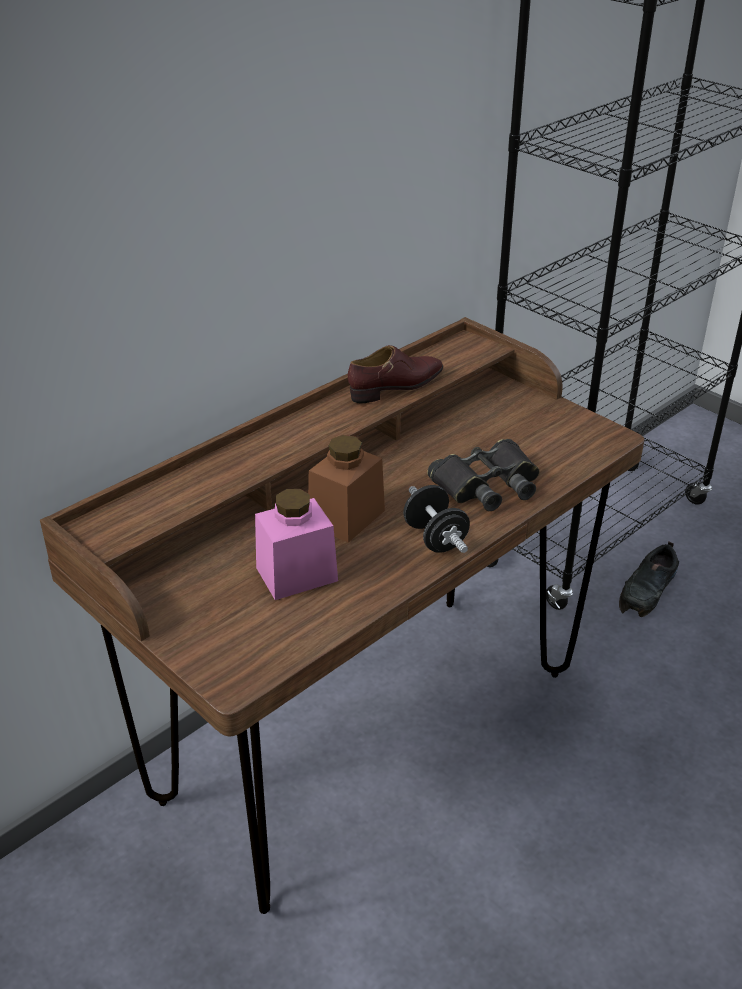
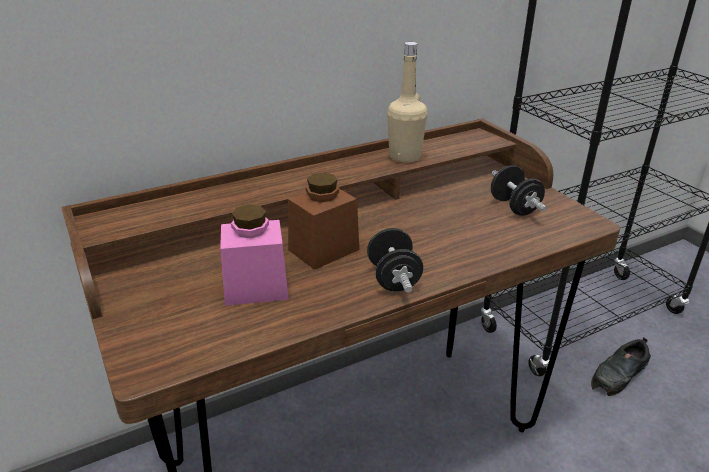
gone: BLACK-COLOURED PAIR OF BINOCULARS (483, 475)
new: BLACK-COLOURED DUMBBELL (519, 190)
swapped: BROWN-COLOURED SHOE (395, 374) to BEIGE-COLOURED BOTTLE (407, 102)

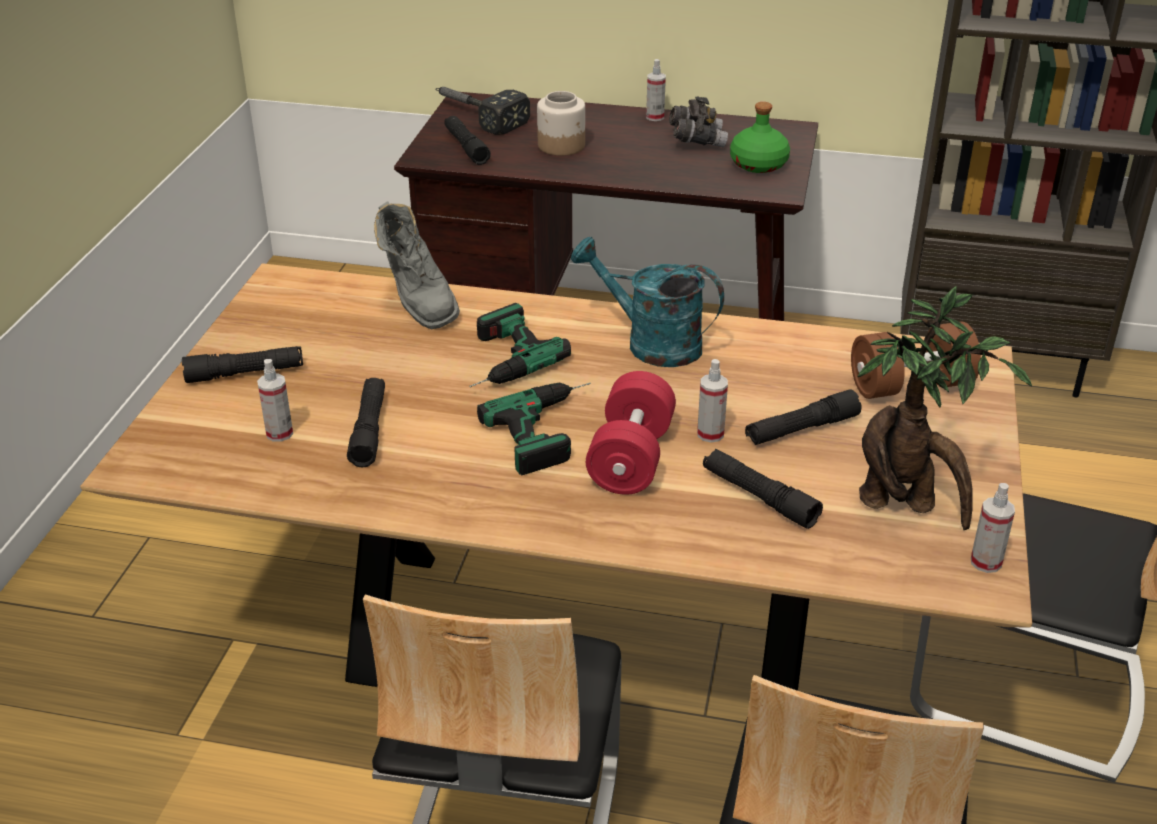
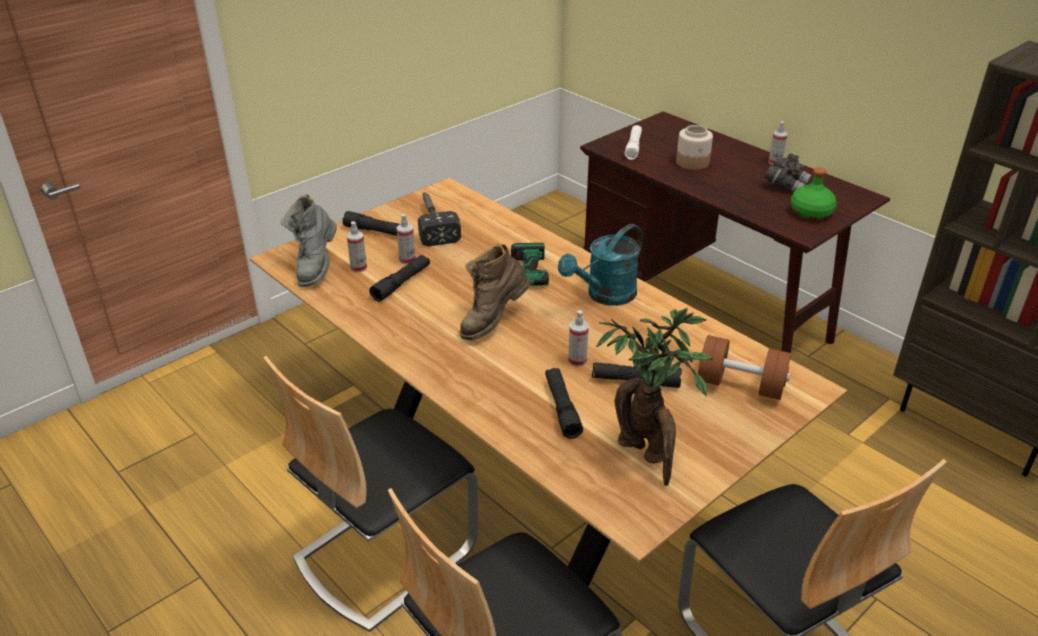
gone: RED DUMBBELL (631, 433)
shifted: GRAY TALL BOOT (417, 265) to (309, 240); TOOL HAMMER (482, 111) to (439, 219); SPRAY BOTTLE (993, 528) to (406, 239)
swapped: ELECTRIC DRILL (534, 428) to BROWN-COLOURED TALL BOOT (495, 292)
repainted: BLACK-COLOURED TORCH (467, 140) to WHITE TORCH (633, 142)
rotated: TURQUOISE SPRINKLING CAN (647, 302) = (600, 265) 105 degrees counterclockwise

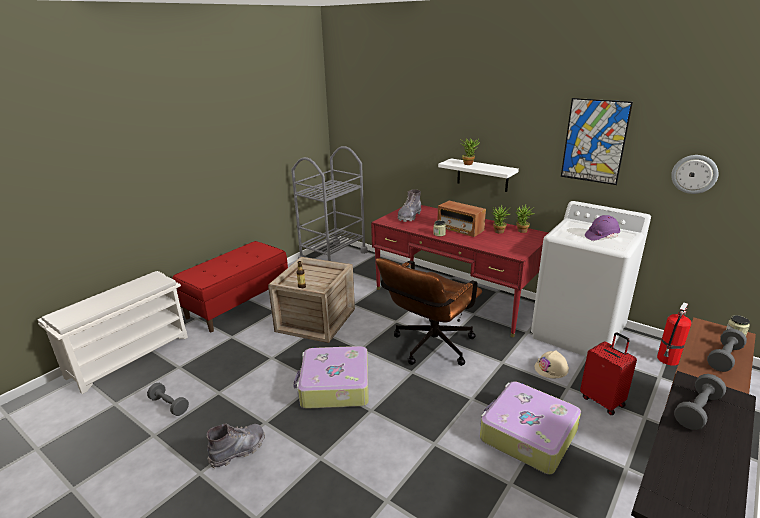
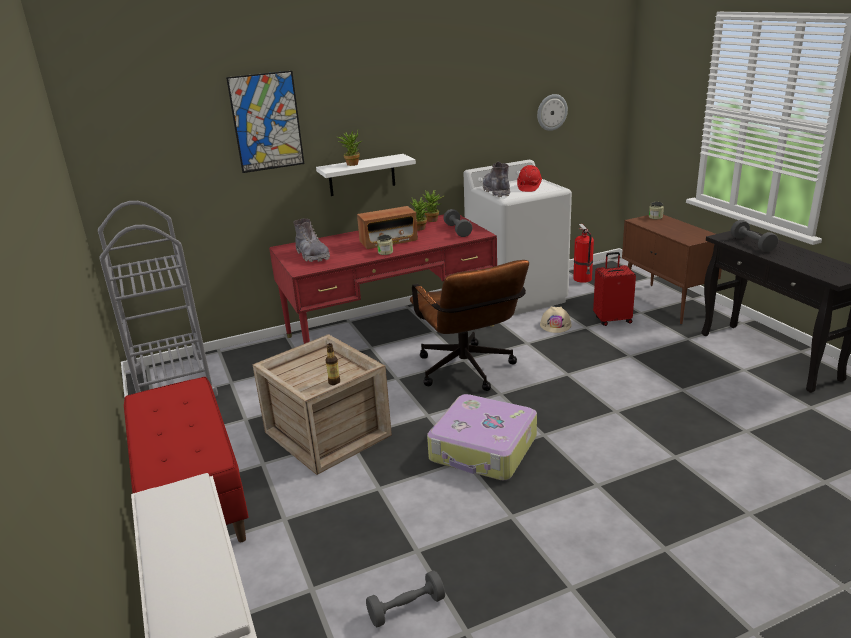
gone: PIECE OF LUGGAGE (530, 427)
shifted: GRAY TALL BOOT (235, 446) to (496, 179); PICTURE (597, 141) to (265, 122); GRAY DUMBBELL (727, 350) to (458, 223)
repainted: PURPLISH HARD HAT (602, 228) to RED HARD HAT (529, 178)

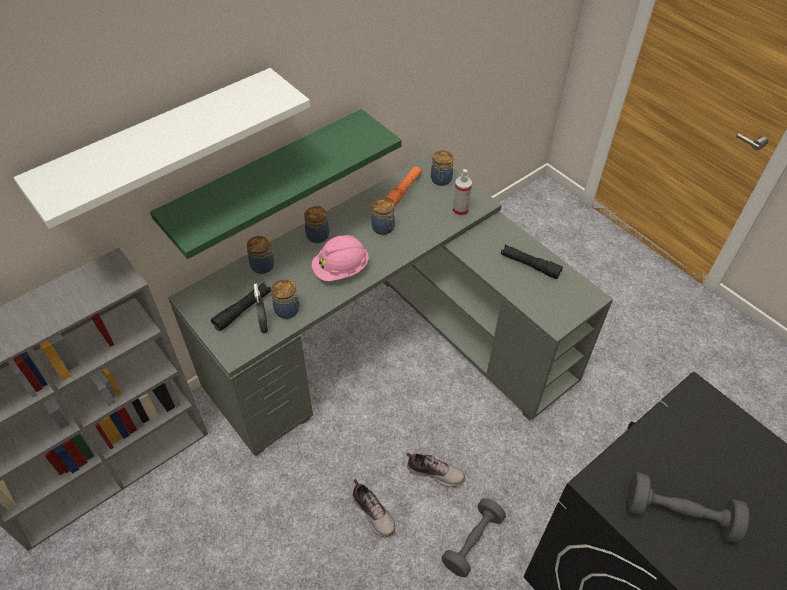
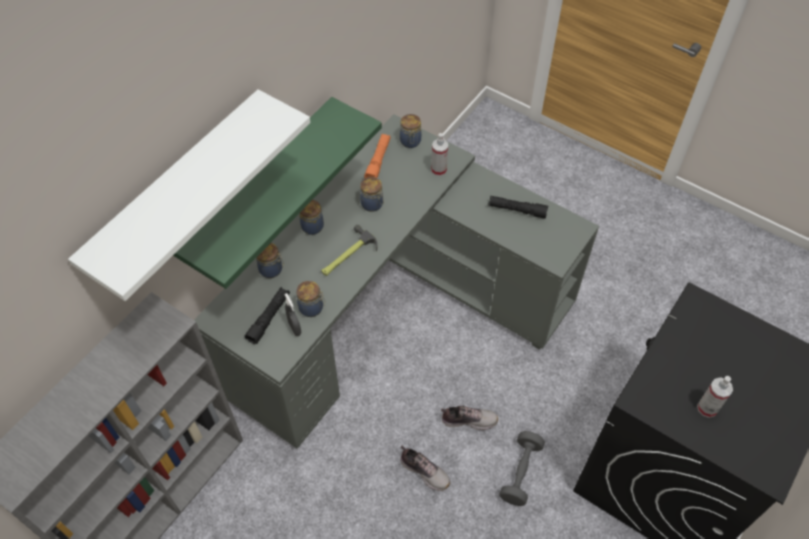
swapped: PINKISH HARD HAT (340, 258) to TOOL HAMMER (349, 250); GRAY DUMBBELL (688, 508) to SPRAY BOTTLE (715, 397)

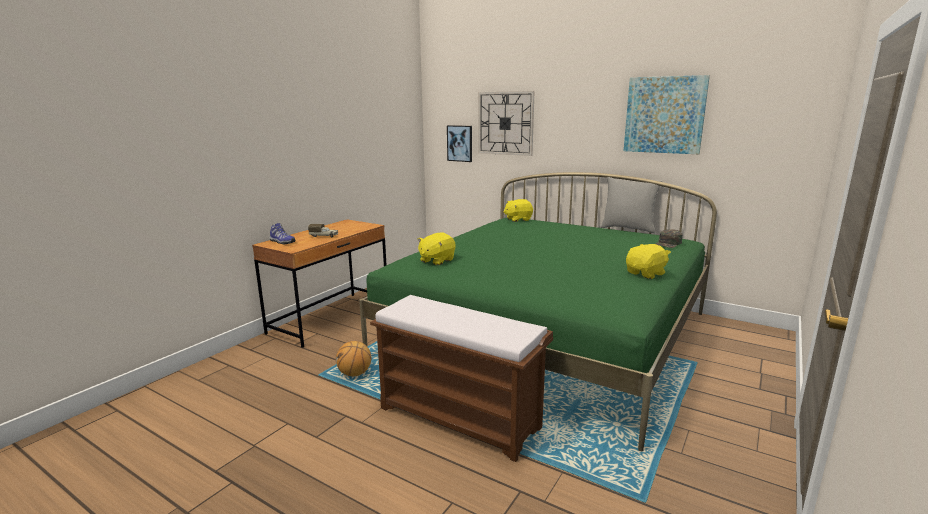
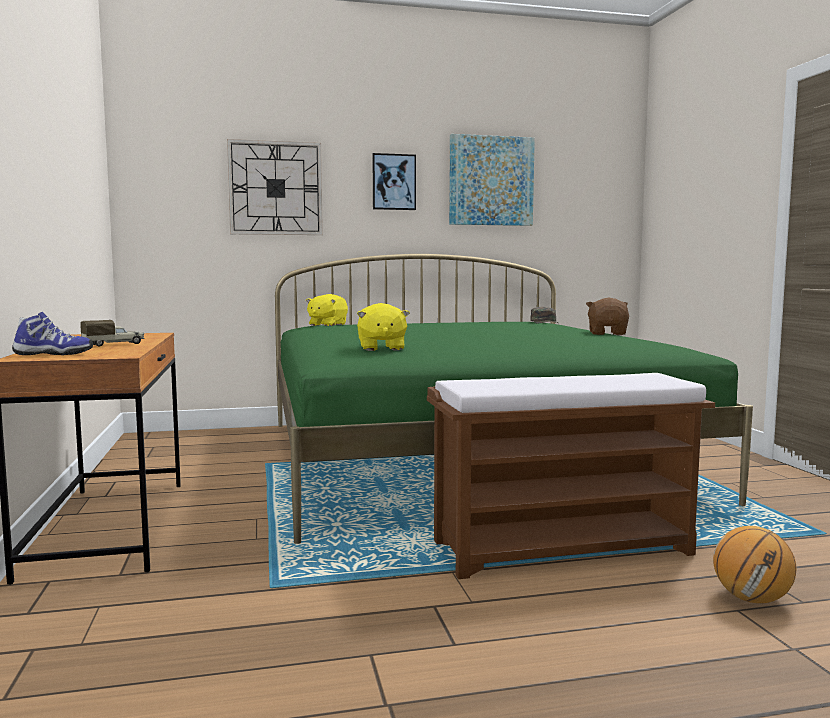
gone: GRAY THROW PILLOW (631, 205)
shifted: BALL FOR BASKETBALL (353, 358) to (754, 564); PICTURE (459, 143) to (394, 181)
repainted: YELLOW SOFT TOY (648, 261) to BROWN-COLOURED SOFT TOY (607, 316)

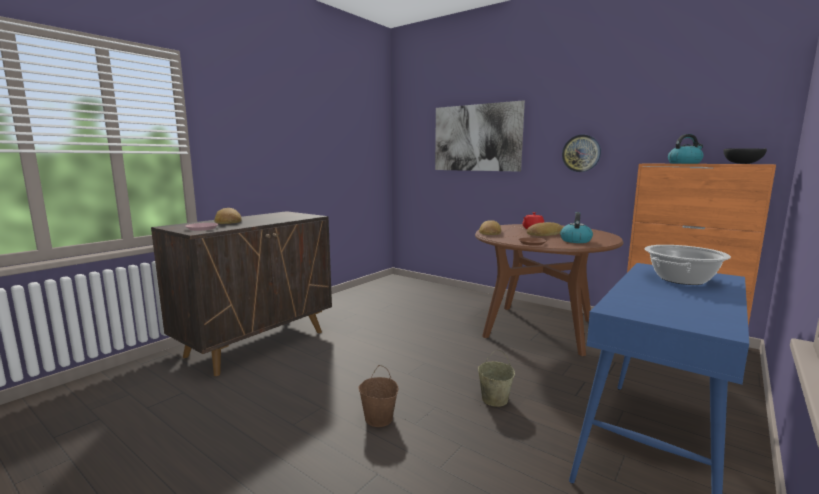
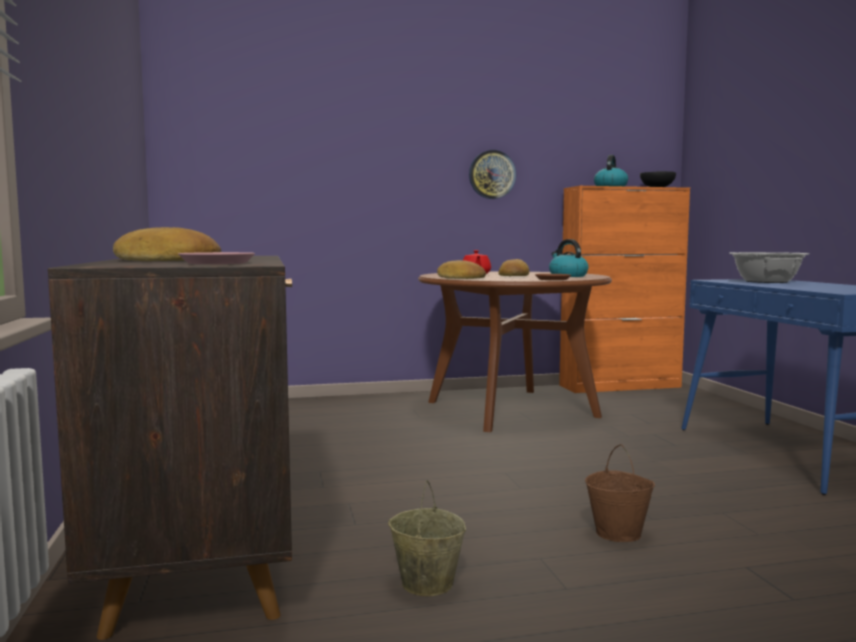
gone: PICTURE (480, 136)
shifted: BEIGE-COLOURED PAIL (496, 378) to (427, 538)

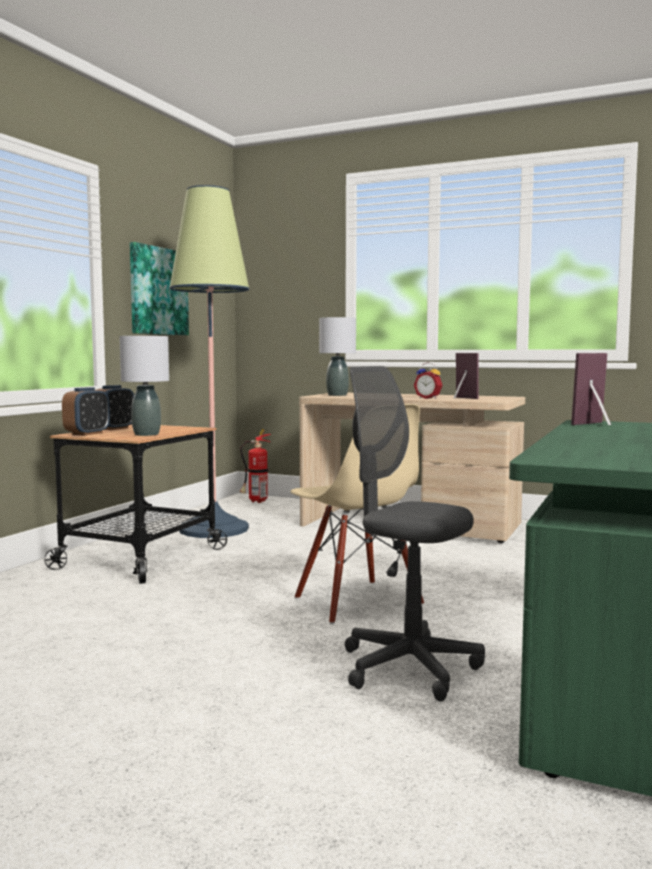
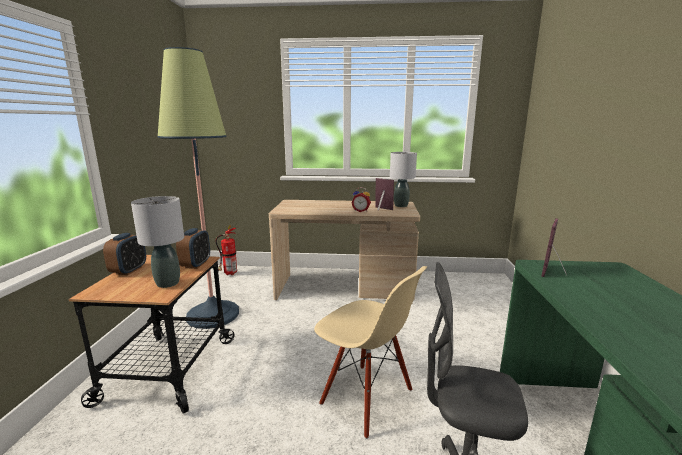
gone: PICTURE (159, 288)
shifted: ALARM CLOCK (86, 411) to (193, 248); GRAY TABLE LAMP (337, 356) to (403, 179)

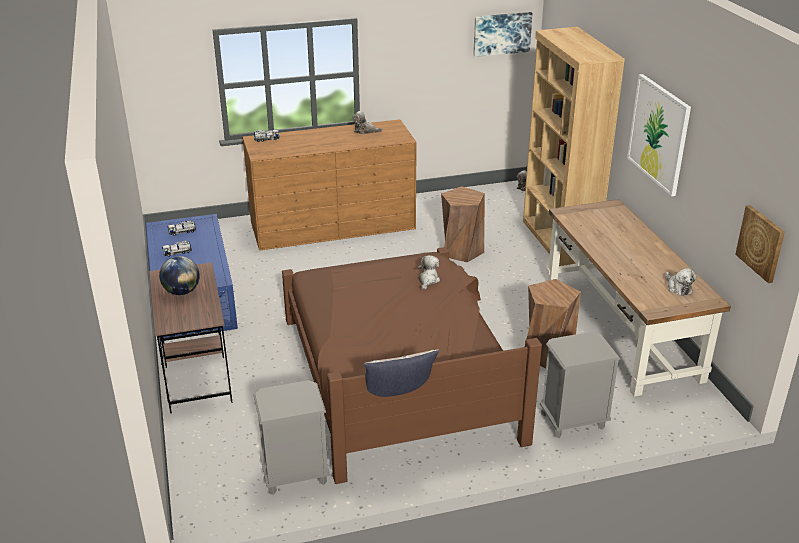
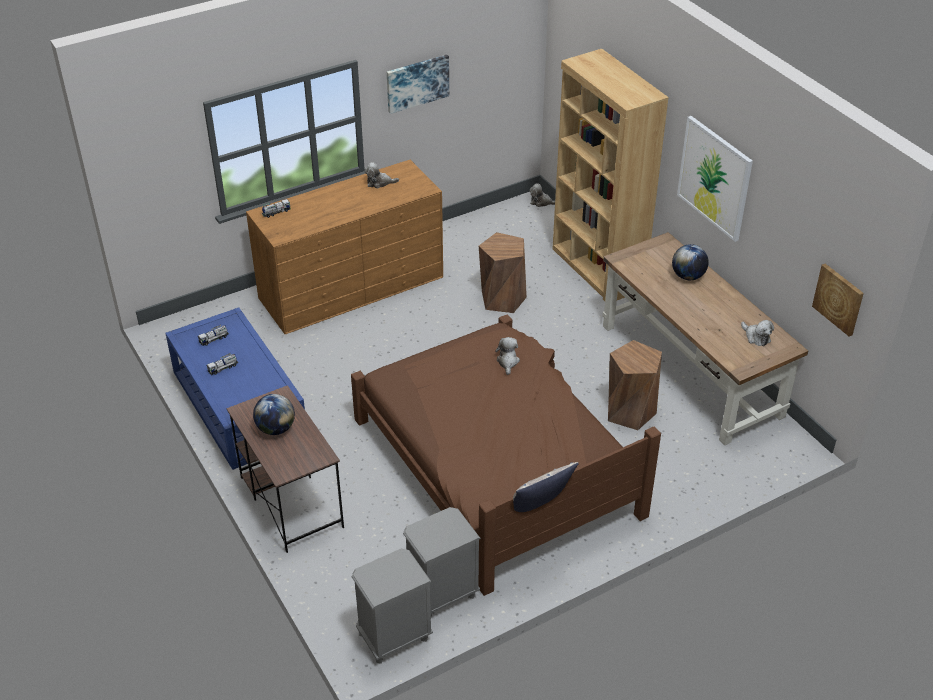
new: GLOBE (690, 262)
shifted: PICTURE (503, 34) to (418, 84); GRAY NIGHTSTAND (580, 385) to (392, 606)

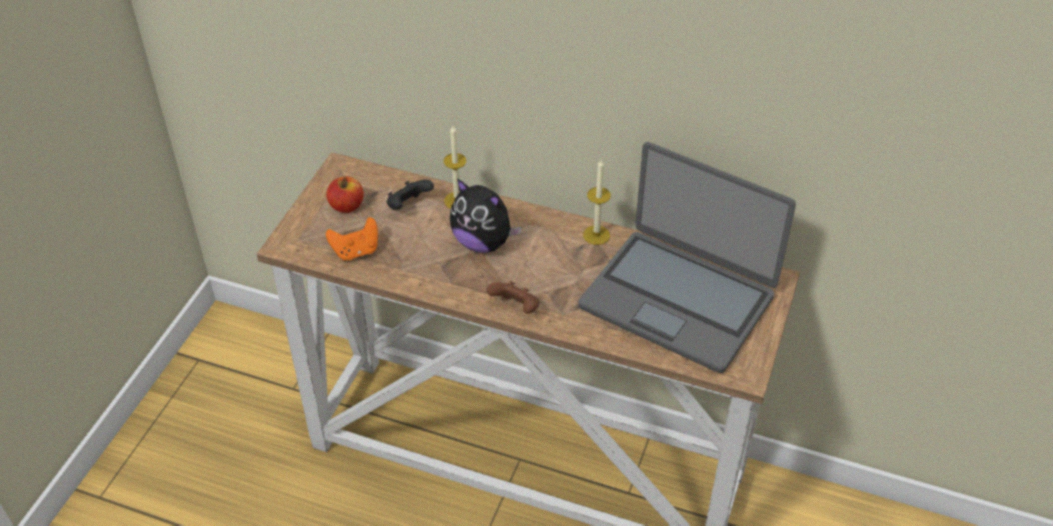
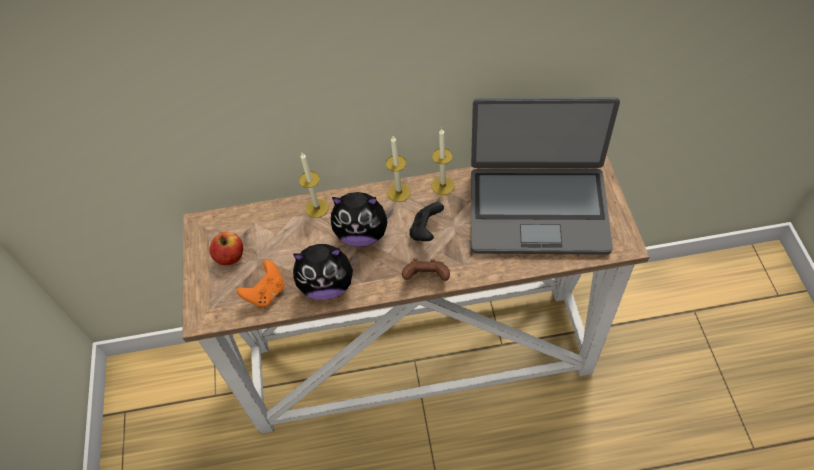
new: SOFT TOY (325, 272); WAX LIGHT (398, 169)
shifted: BLACK-COLOURED GAMEPAD (410, 195) to (426, 221)

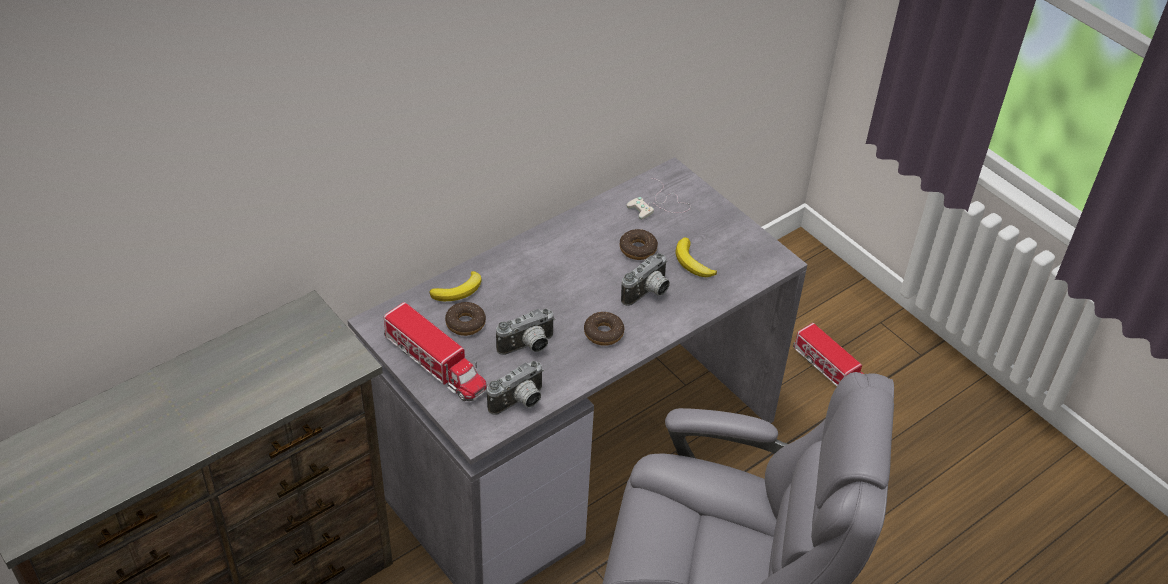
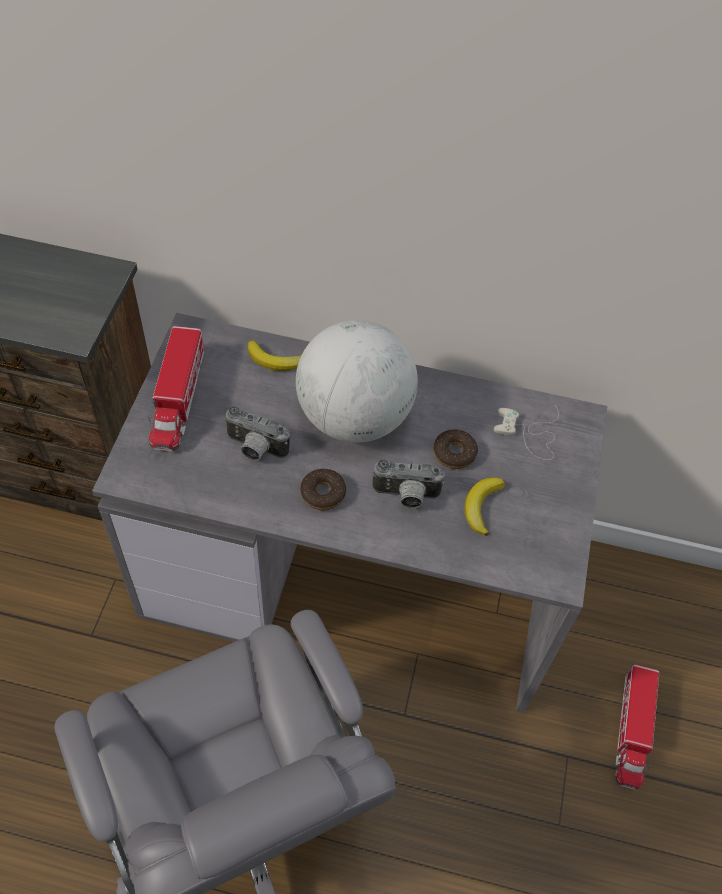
gone: RING DOUGHNUT (465, 319); STILL CAMERA (515, 388)
new: GLOBE (357, 381)

